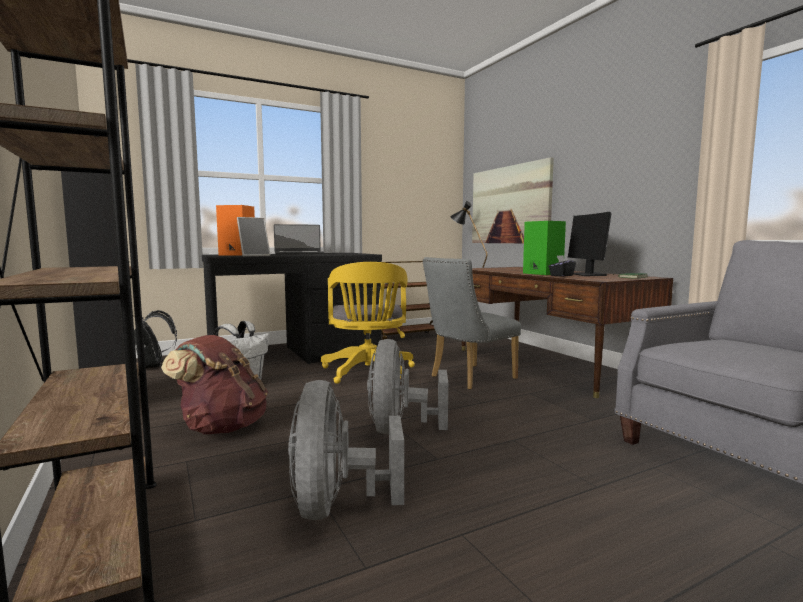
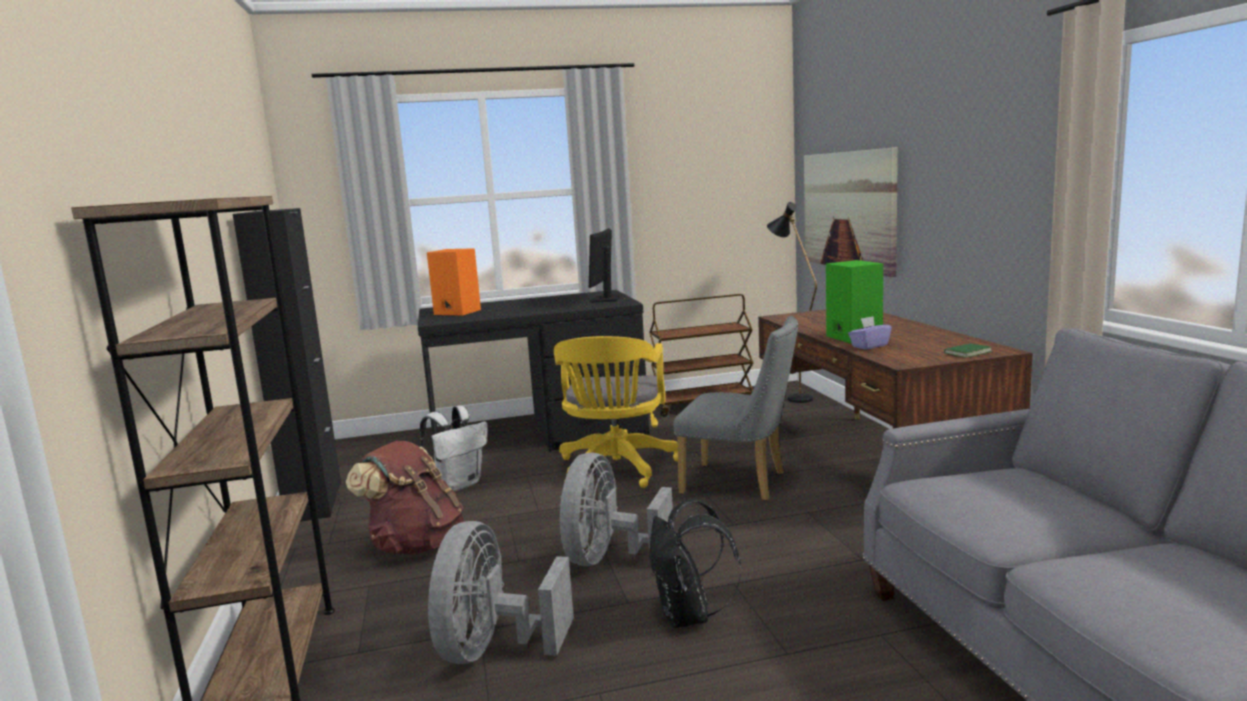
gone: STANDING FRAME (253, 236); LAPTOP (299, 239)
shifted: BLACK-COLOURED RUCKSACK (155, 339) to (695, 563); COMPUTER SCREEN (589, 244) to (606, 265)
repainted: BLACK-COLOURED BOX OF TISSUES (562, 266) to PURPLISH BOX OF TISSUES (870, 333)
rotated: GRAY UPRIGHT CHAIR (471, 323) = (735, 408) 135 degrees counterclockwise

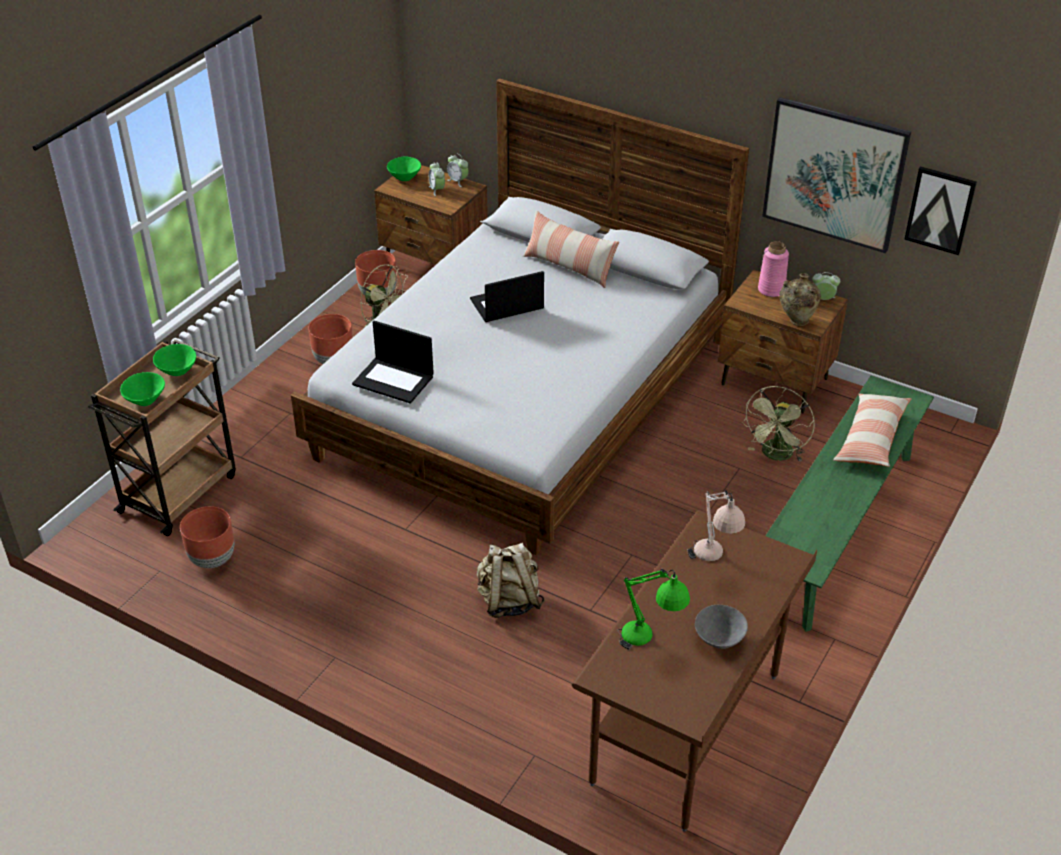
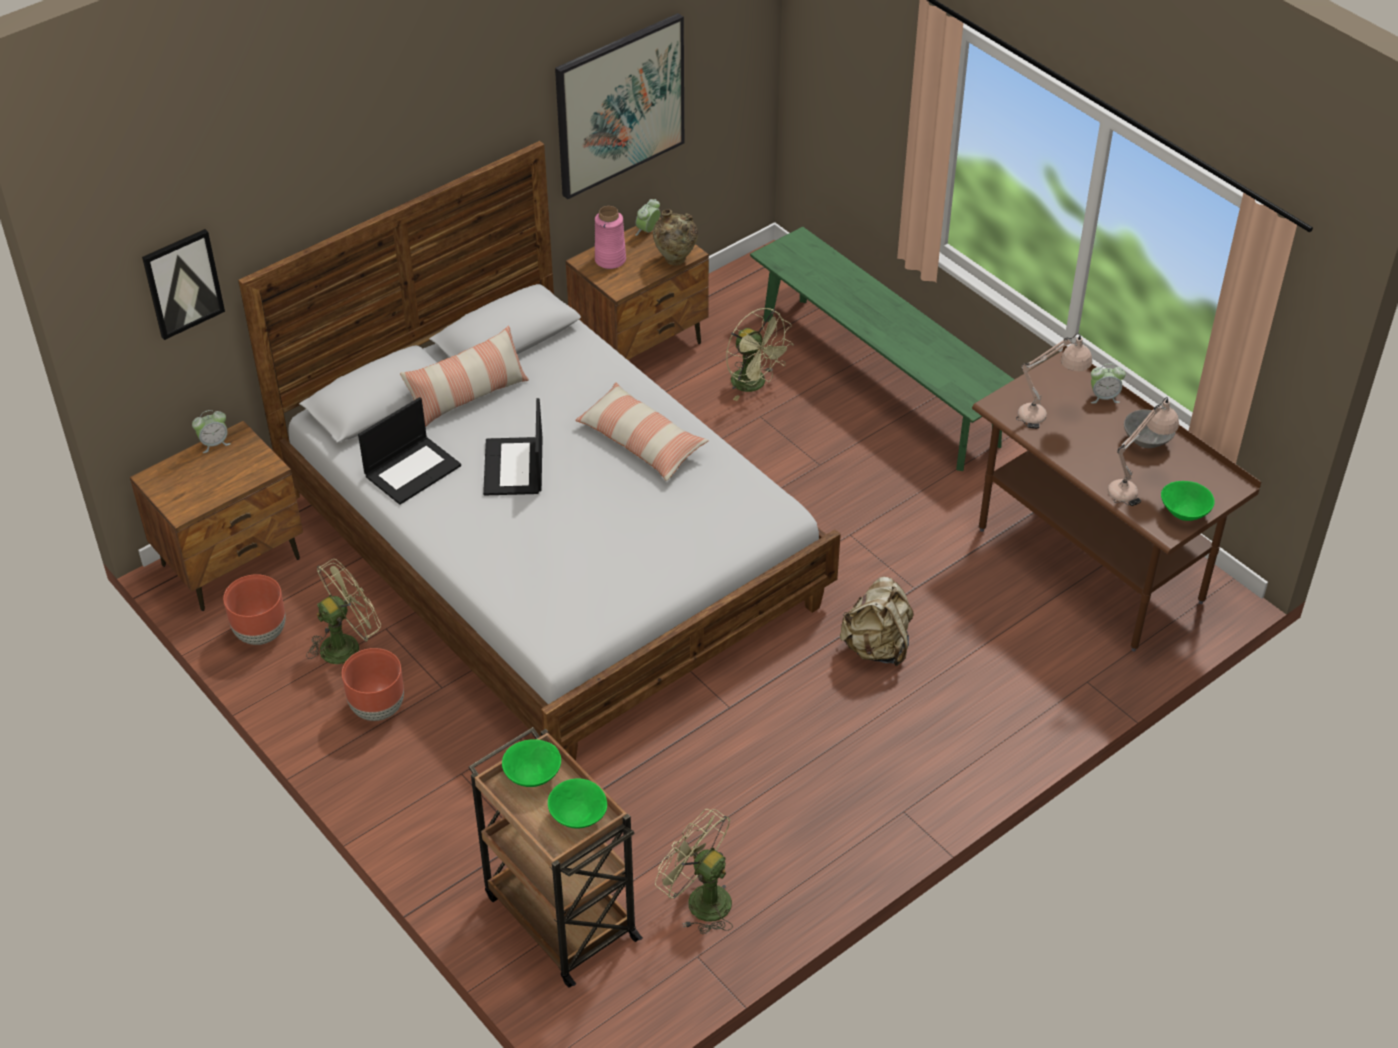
shifted: LAPTOP (393, 362) to (409, 451); GREEN-COLOURED DEEP DISH (404, 168) to (1188, 501); ALARM CLOCK (437, 179) to (1108, 383); THROW PILLOW (872, 430) to (642, 431); PICTURE (940, 210) to (183, 284)
swapped: BROWN-COLOURED PLANTER (207, 537) to GREEN-COLOURED ELECTRIC FAN (694, 871)
repainted: GREEN-COLOURED TABLE LAMP (653, 609) to BEIGE-COLOURED TABLE LAMP (1143, 451)

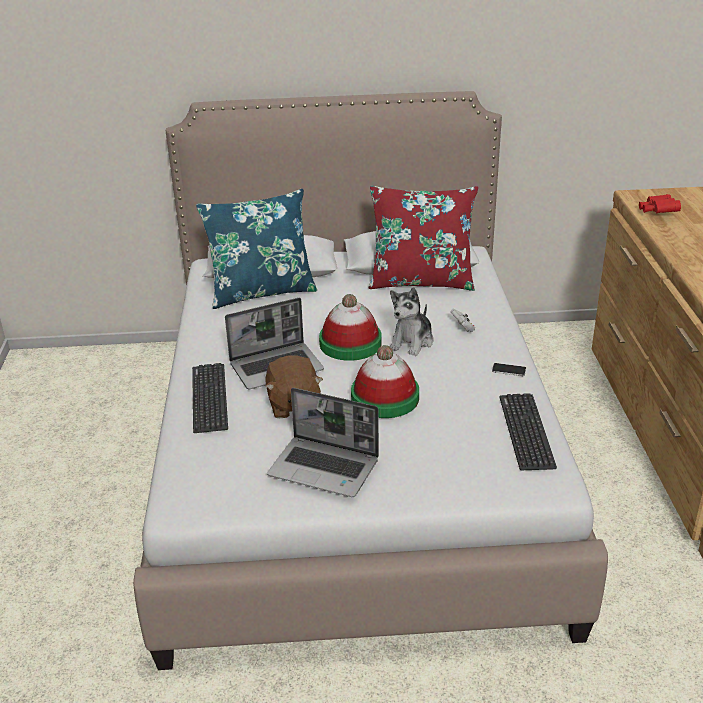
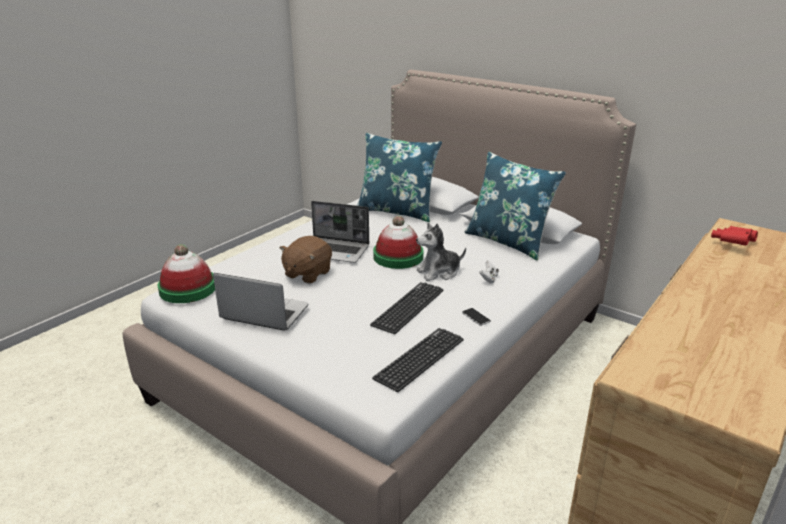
shifted: COMPUTER KEYBOARD (210, 398) to (407, 308); HAT (385, 381) to (186, 273)
repainted: RED THROW PILLOW (423, 238) to BLUISH THROW PILLOW (515, 206)
rotated: LAPTOP (323, 442) = (260, 302) 135 degrees clockwise

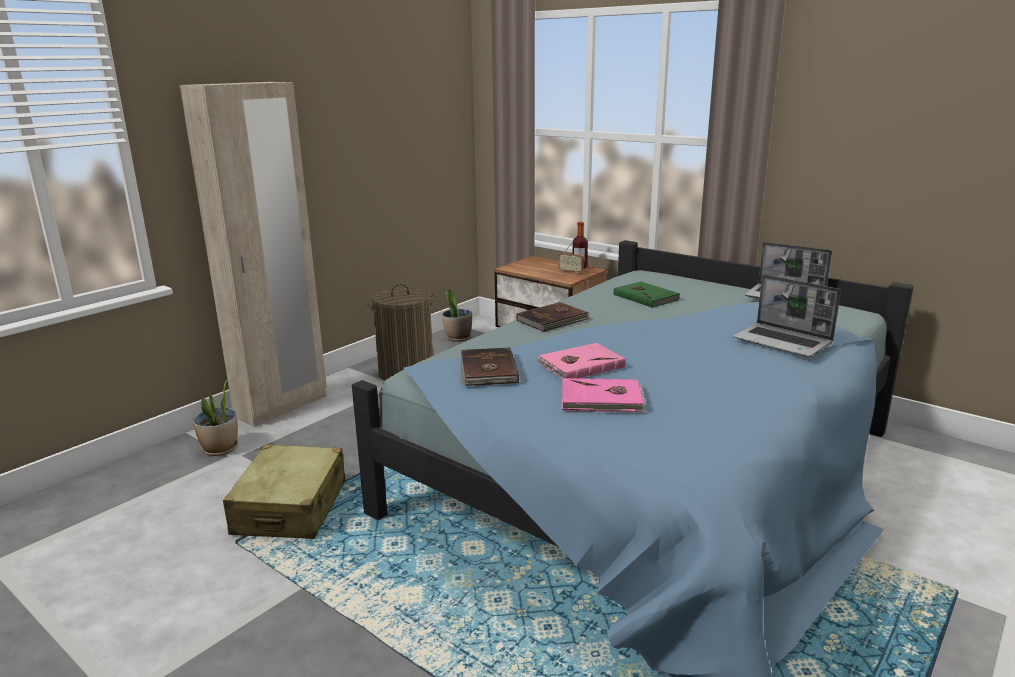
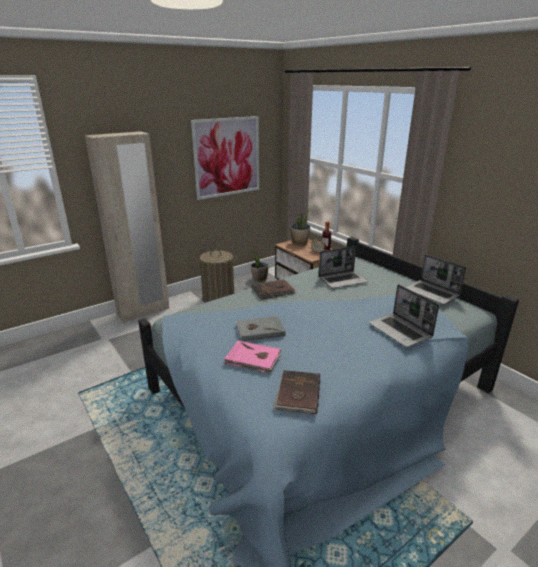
gone: BEIGE-COLOURED PIECE OF LUGGAGE (284, 492)
new: PICTURE (225, 158)
shifted: HOUSEPLANT (215, 417) to (300, 226); BROWN-COLOURED VOLUME (489, 366) to (296, 392)
swapped: GREEN-COLOURED VOLUME (646, 294) to LAPTOP (343, 267)
repainted: PINKISH VOLUME (581, 360) to GRAY VOLUME (261, 328)

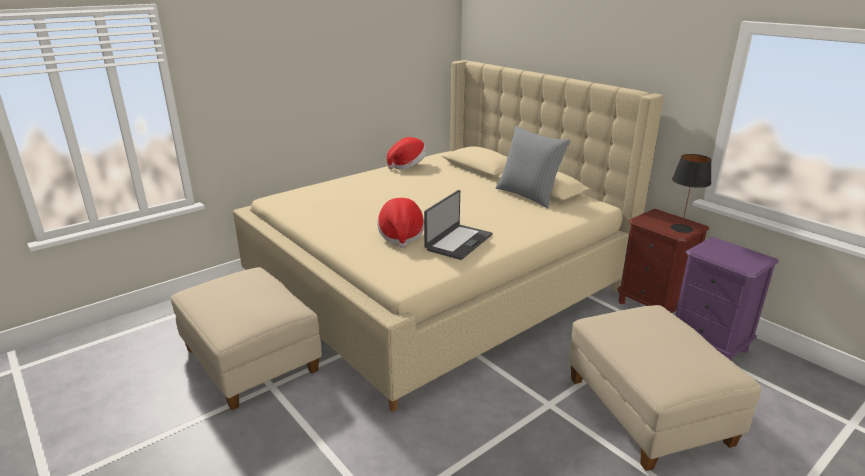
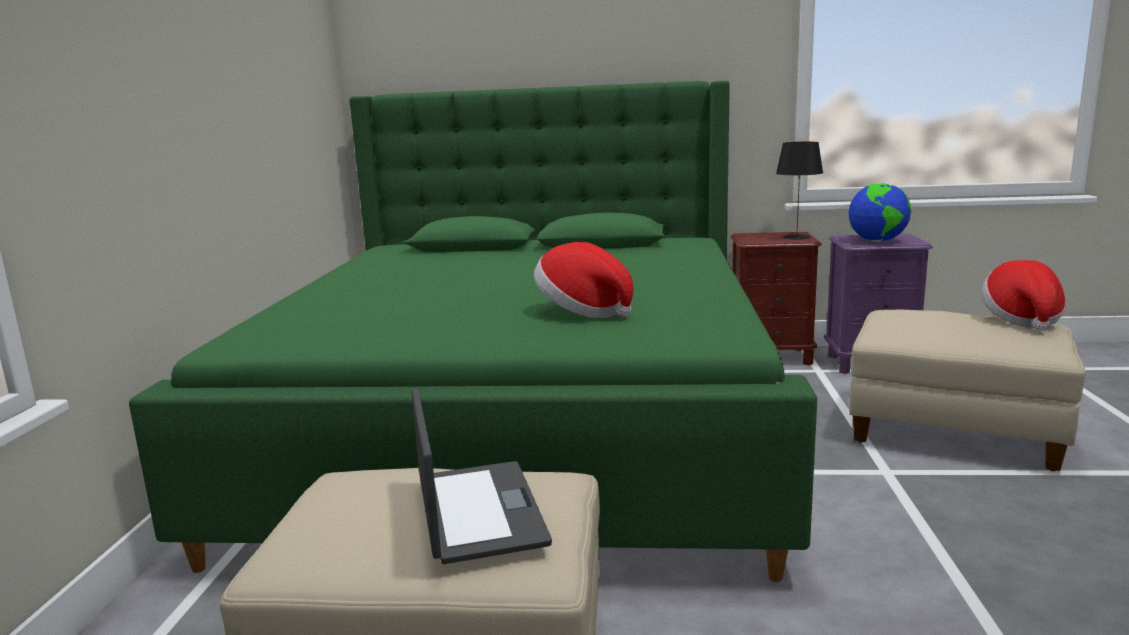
gone: GRAY THROW PILLOW (533, 167)
new: GLOBE (879, 212)
shifted: HAT (407, 153) to (1024, 295); LAPTOP (458, 225) to (481, 475)
repainted: BEIGE-COLOURED SLEEPING BED (448, 235) to GREEN-COLOURED SLEEPING BED (473, 331)

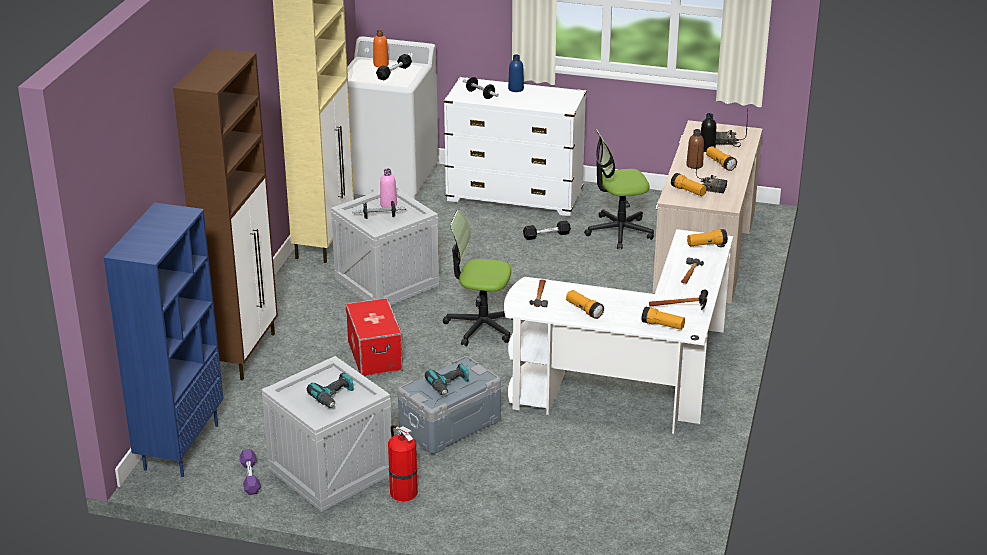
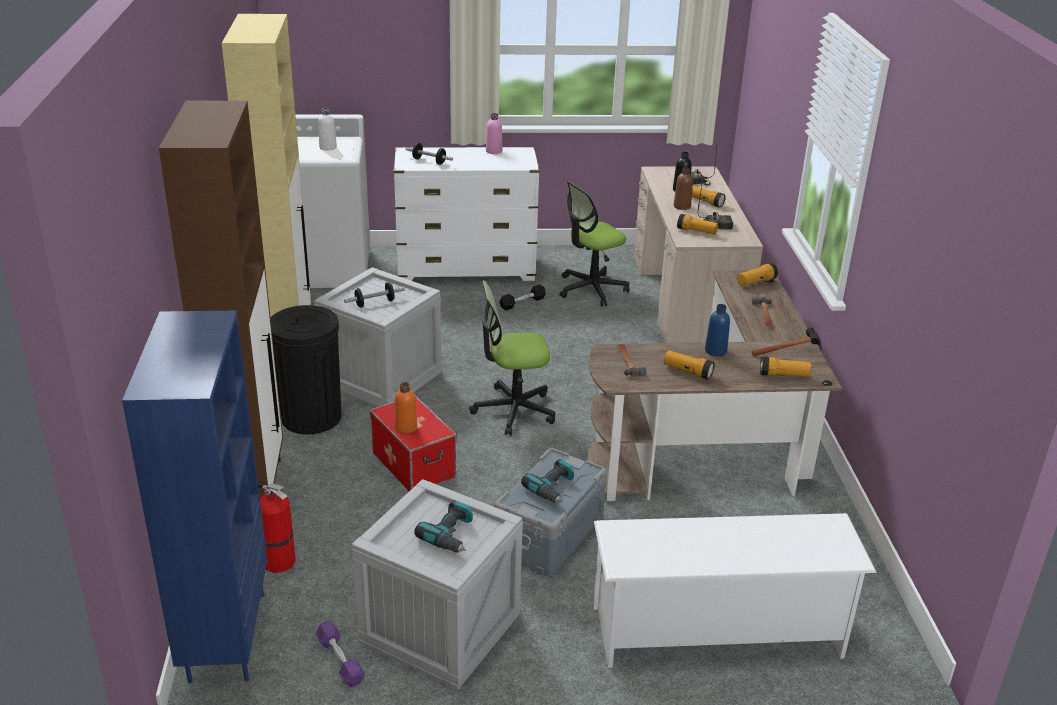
new: BLACK-COLOURED TRASH CAN (306, 369); WHITE SHOE STAND (735, 590)
shifted: ORANGE BOTTLE (381, 48) to (406, 408); PINKISH BOTTLE (388, 188) to (494, 133); FIRE-FIGHTING CYLINDER (403, 463) to (277, 528); BLUISH BOTTLE (516, 73) to (717, 330)
swapped: BLACK-COLOURED DUMBBELL (394, 67) to WHITE BOTTLE (327, 129)
repainted: WHITE DESK UNIT (618, 331) to BROWN-COLOURED DESK UNIT (714, 385)

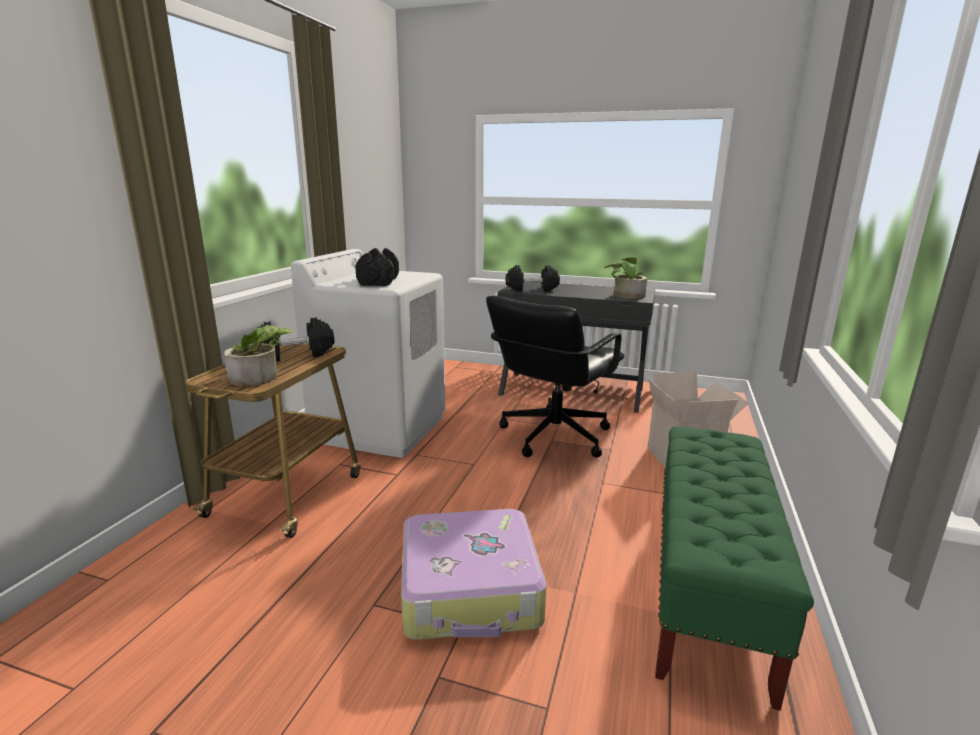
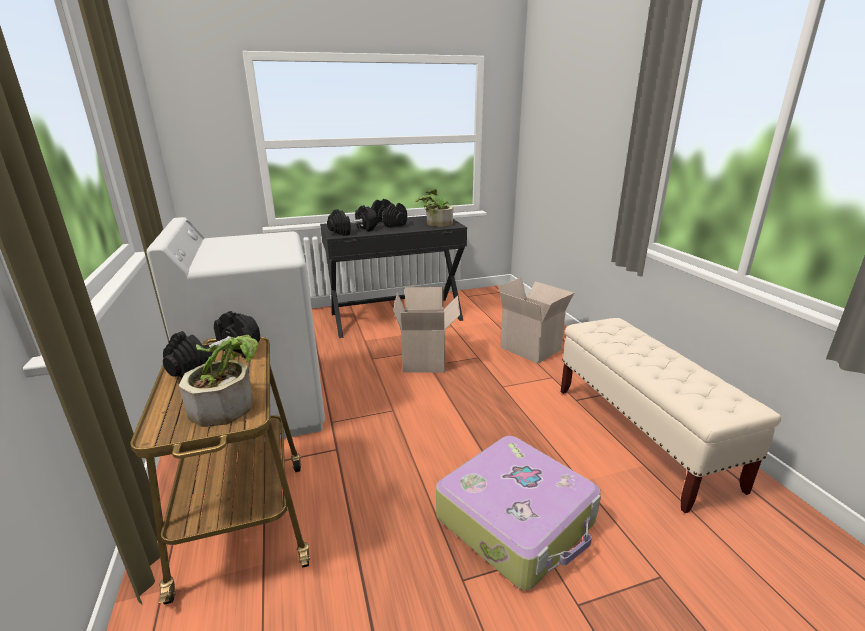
shifted: BLACK-COLOURED DUMBBELL (377, 267) to (389, 213)
swapped: BLACK-COLOURED COMPUTER CHAIR (555, 377) to CARDBOARD BOX (426, 330)
repainted: GREEN-COLOURED LONG SEAT (734, 568) to BEIGE-COLOURED LONG SEAT (671, 415)

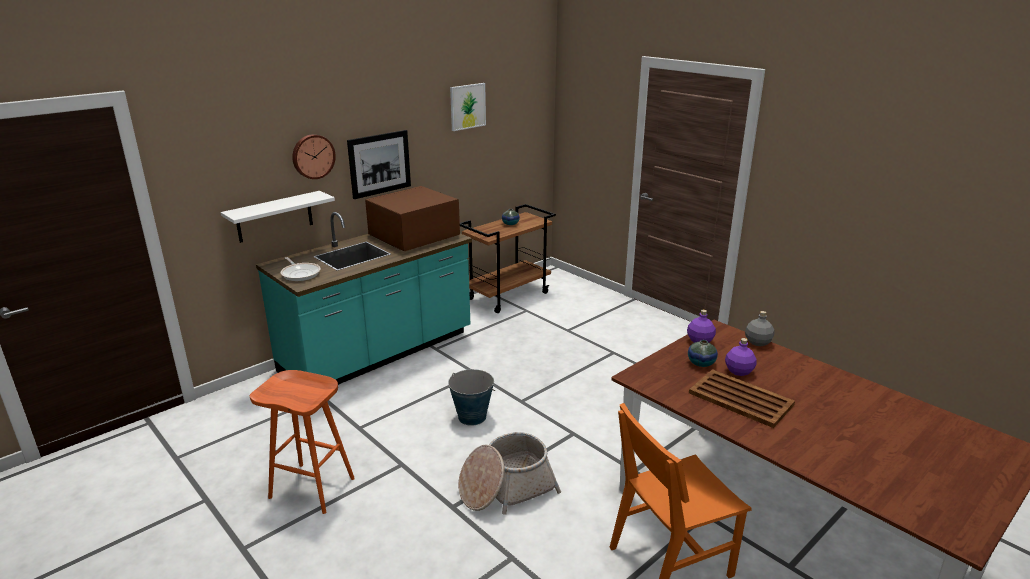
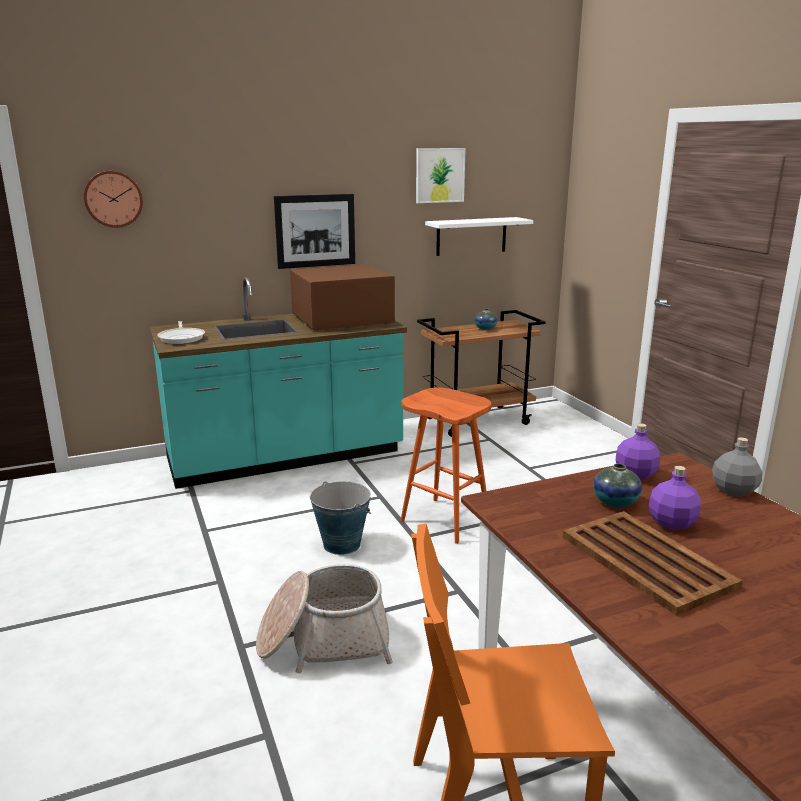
shifted: WHITE SHELF (278, 217) to (479, 236); ORANGE SITTING STOOL (302, 442) to (446, 466); CLOCK ON THE WALL (314, 156) to (113, 199)

